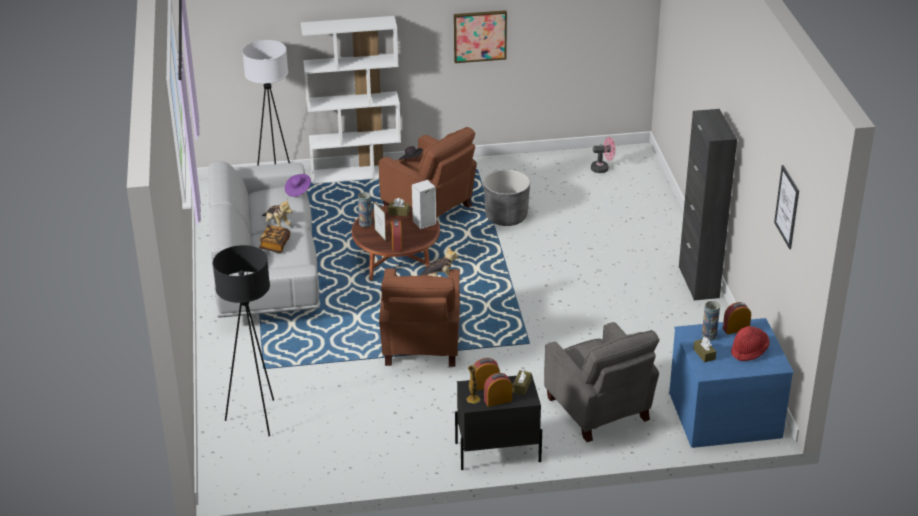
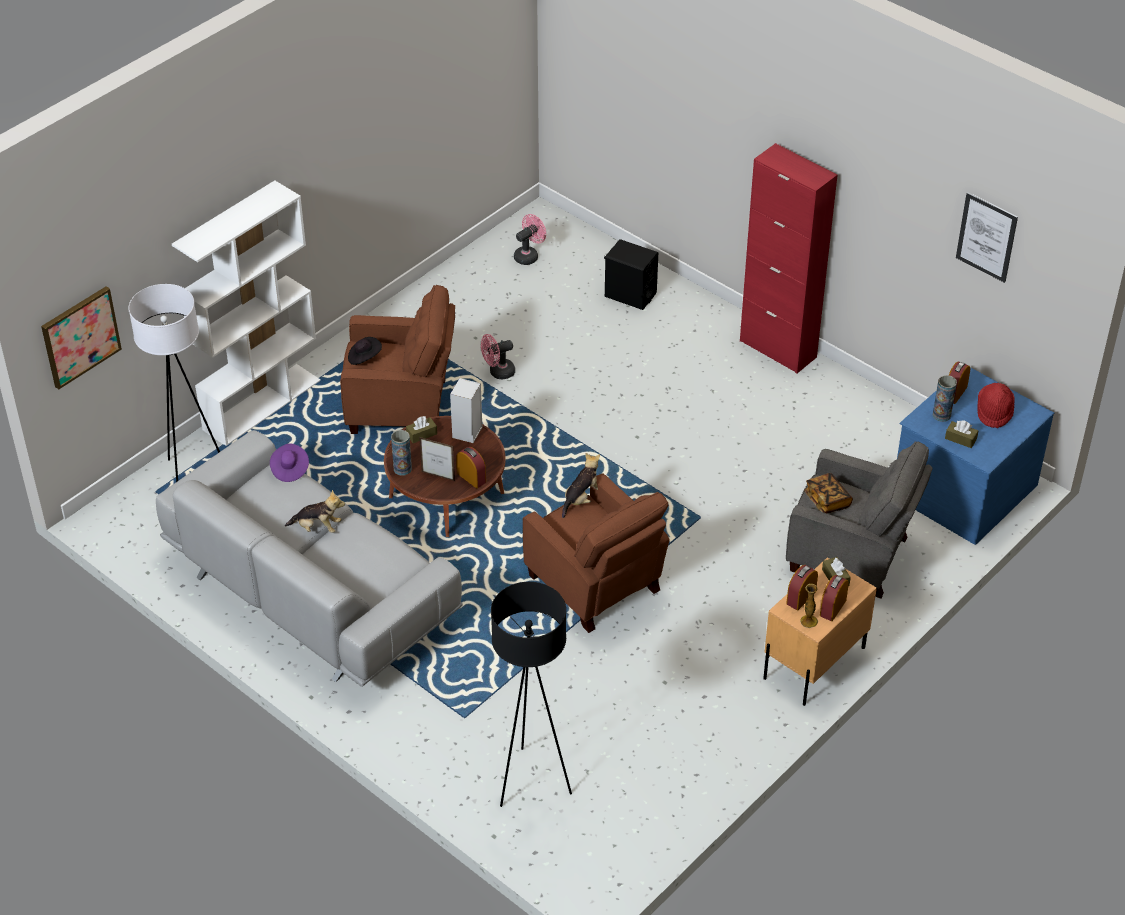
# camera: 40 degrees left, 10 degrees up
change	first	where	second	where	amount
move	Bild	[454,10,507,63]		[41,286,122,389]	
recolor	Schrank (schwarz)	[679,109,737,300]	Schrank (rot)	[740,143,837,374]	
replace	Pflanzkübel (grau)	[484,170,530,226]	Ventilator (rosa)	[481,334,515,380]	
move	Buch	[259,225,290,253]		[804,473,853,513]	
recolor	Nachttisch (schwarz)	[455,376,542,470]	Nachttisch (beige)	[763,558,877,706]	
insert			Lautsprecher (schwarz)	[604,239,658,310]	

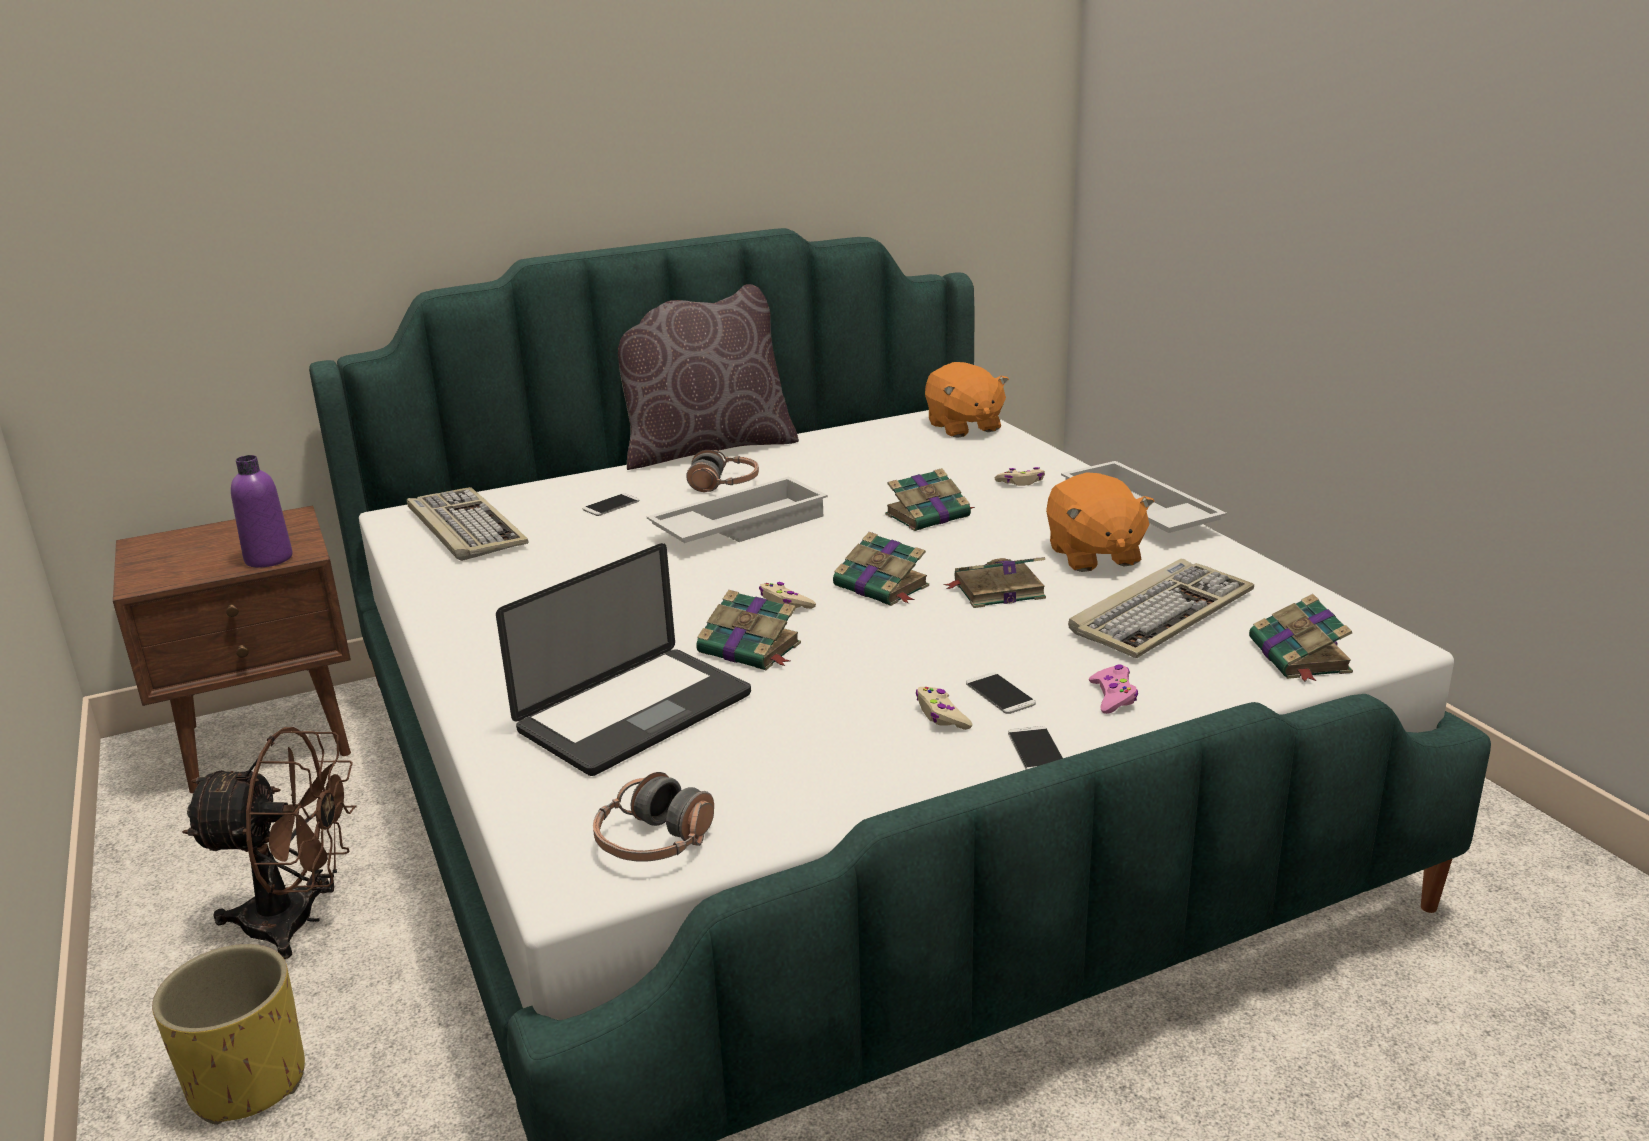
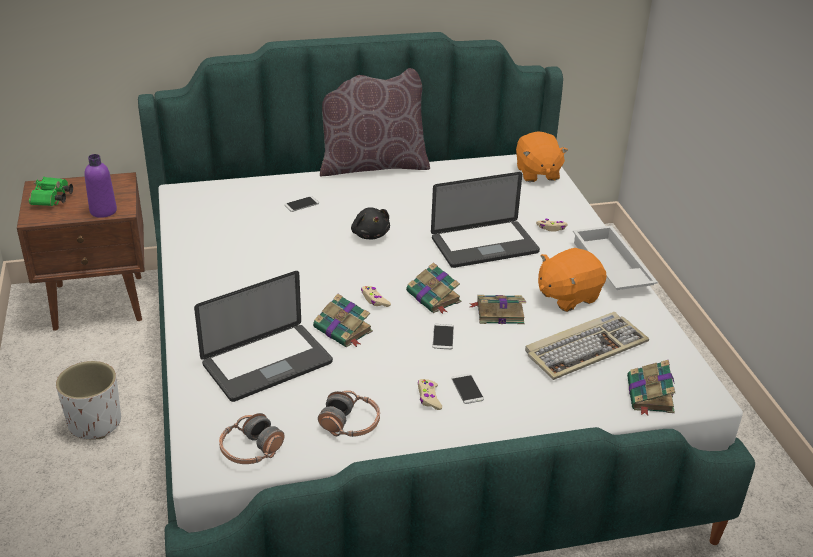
# camera: 10 degrees right, 10 degrees up
change	first	where	second	where	amount
move	Kopfhörer	[686,450,759,492]		[318,390,380,437]	
replace	Buch	[885,468,975,531]	Laptop	[431,172,540,268]	
rotate	Plüschtier (orange)	[1046,472,1155,572]		[538,248,607,312]	60 degrees clockwise
replace	Tablett (weiß)	[647,476,828,543]	Plüschtier (schwarz)	[351,207,390,239]	
delete	Tastatur	[407,487,529,561]			
delete	Gamepad (rosa)	[1089,664,1138,714]			
move	Handy	[1008,726,1063,770]		[432,324,454,349]	
replace	Ventilator (braun)	[182,727,357,959]	Pflanzkübel (weiß)	[56,361,121,439]	
delete	Pflanzkübel (gelb)	[152,944,305,1125]			
insert			Fernglas (grün)	[29,177,73,206]	

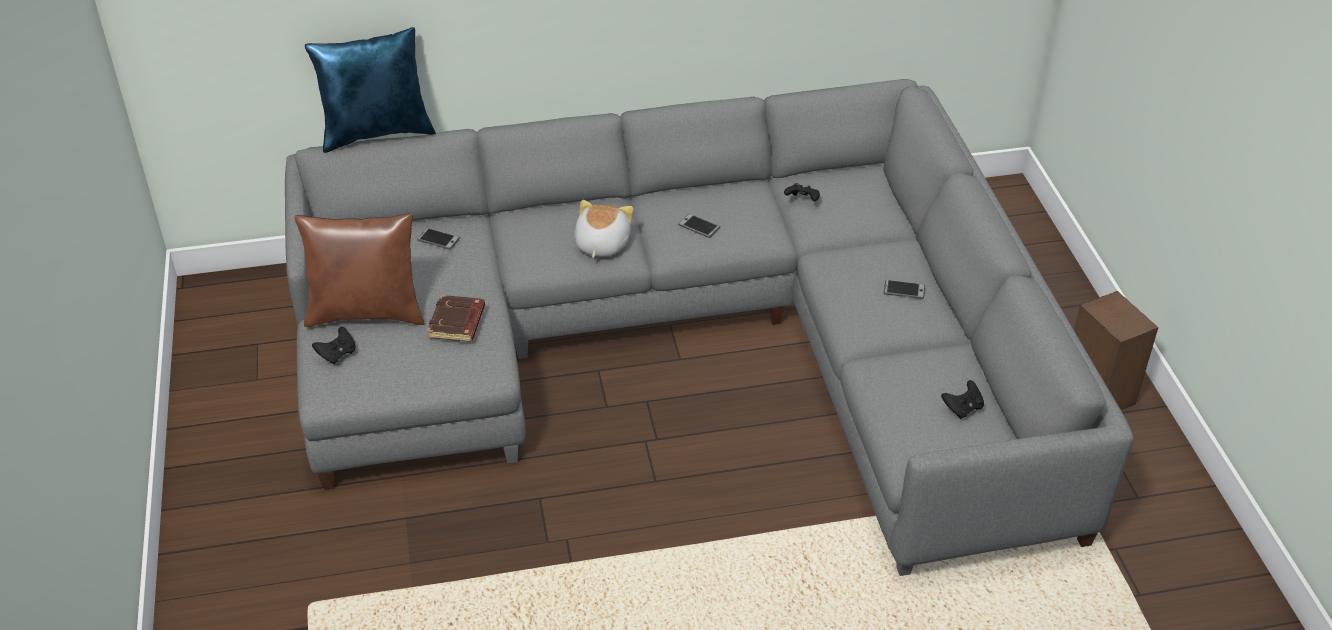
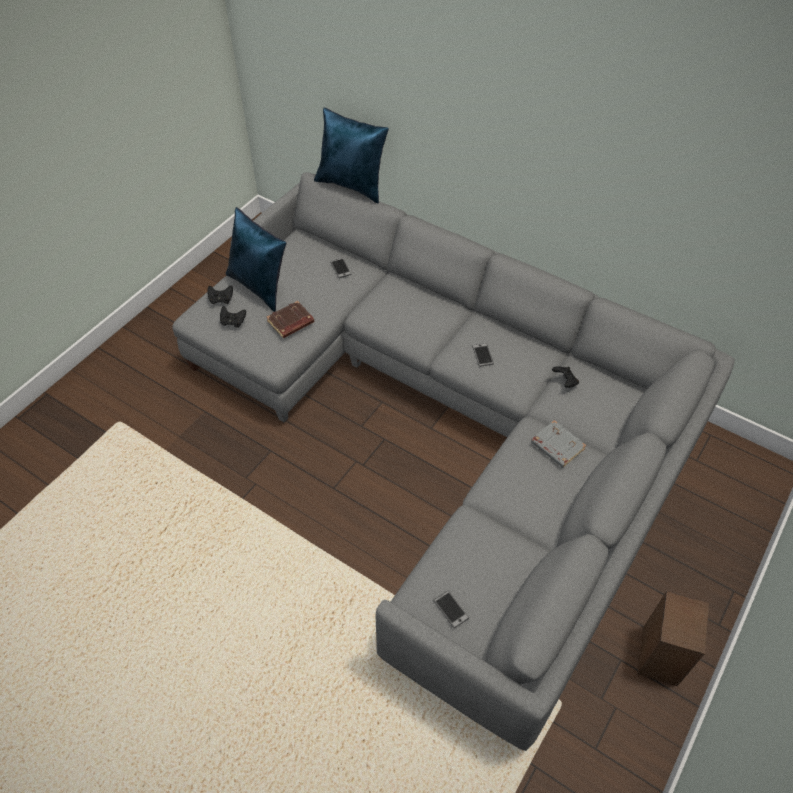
# camera: 45 degrees right, 10 degrees up
change	first	where	second	where	amount
delete	Plüschtier	[574,200,633,258]			
recolor	Kissen (braun)	[295,213,425,327]	Kissen (blau)	[226,207,286,312]	
move	Handy	[884,280,925,299]		[433,591,469,628]	
move	Gamepad (schwarz)	[941,380,984,419]		[220,306,246,328]	
insert			Buch (grau)	[531,420,586,468]	

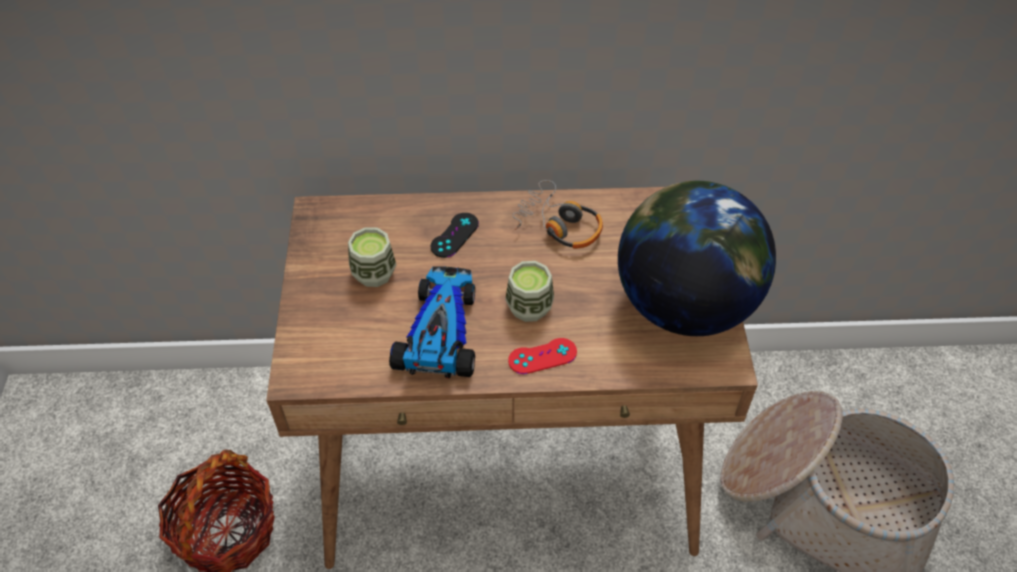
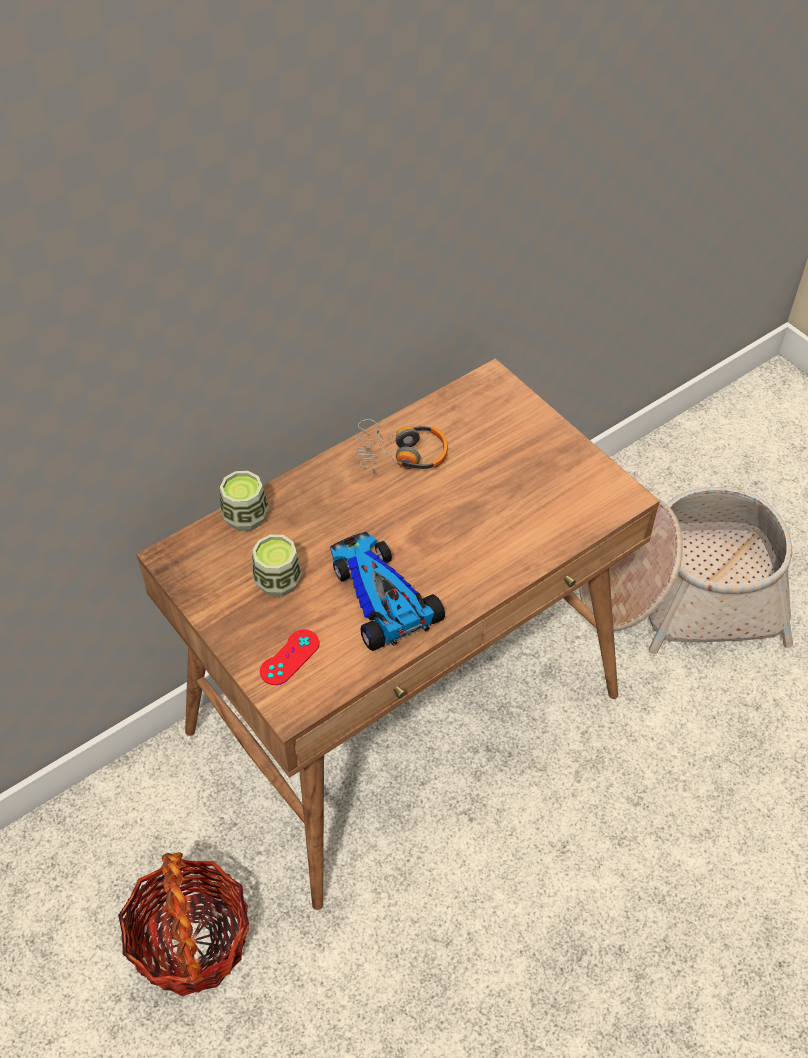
# camera: 35 degrees left, 0 degrees up
change	first	where	second	where	amount
delete	Globus	[618,181,776,336]			
delete	Gamepad (schwarz)	[431,213,479,258]			
move	Tasse	[505,261,554,322]		[220,471,269,531]	
move	Gamepad (rot)	[508,338,577,374]		[260,629,319,685]	

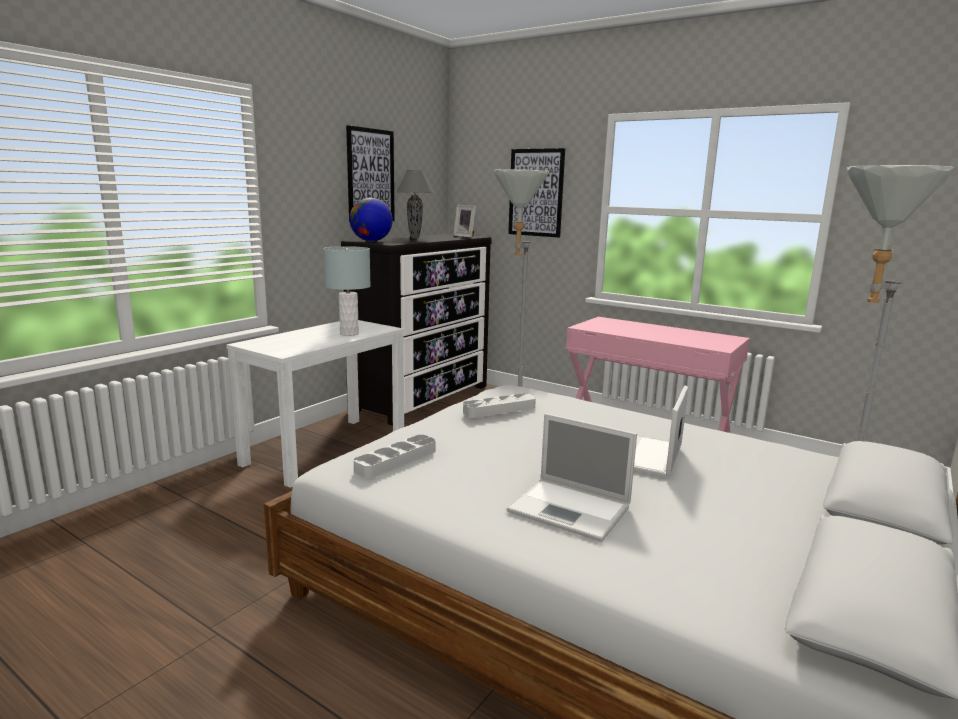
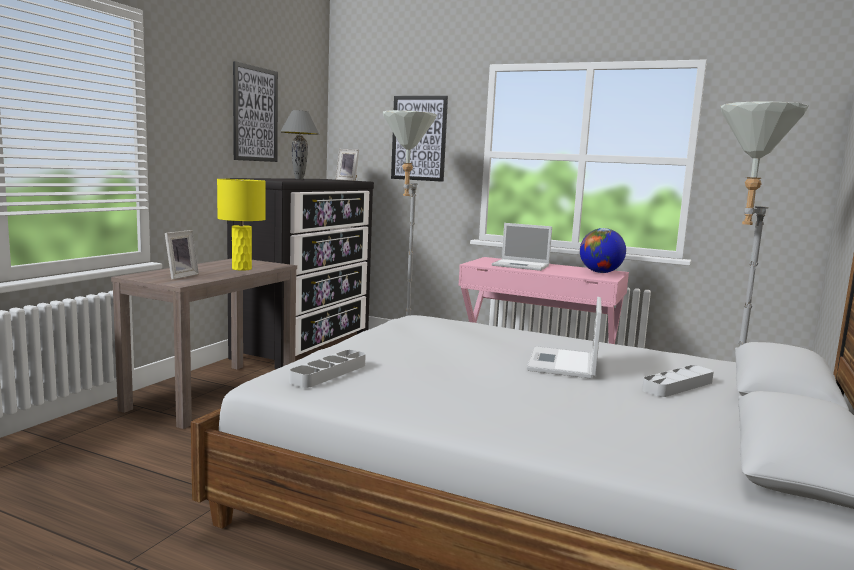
# camera: 10 degrees left, 5 degrees down
change	first	where	second	where	amount
move	Globus	[349,198,393,241]		[580,228,626,273]	
recolor	Tischlampe (grau)	[323,246,370,336]	Tischlampe (gelb)	[217,179,266,271]	
recolor	Konsolentisch (weiß)	[226,320,404,488]	Konsolentisch (braun)	[111,259,297,429]	
move	Tablett (grau)	[463,393,536,418]		[642,365,714,397]	
move	Laptop	[507,413,637,542]		[492,223,552,271]	
insert			Bilderrahmen	[165,230,199,280]	

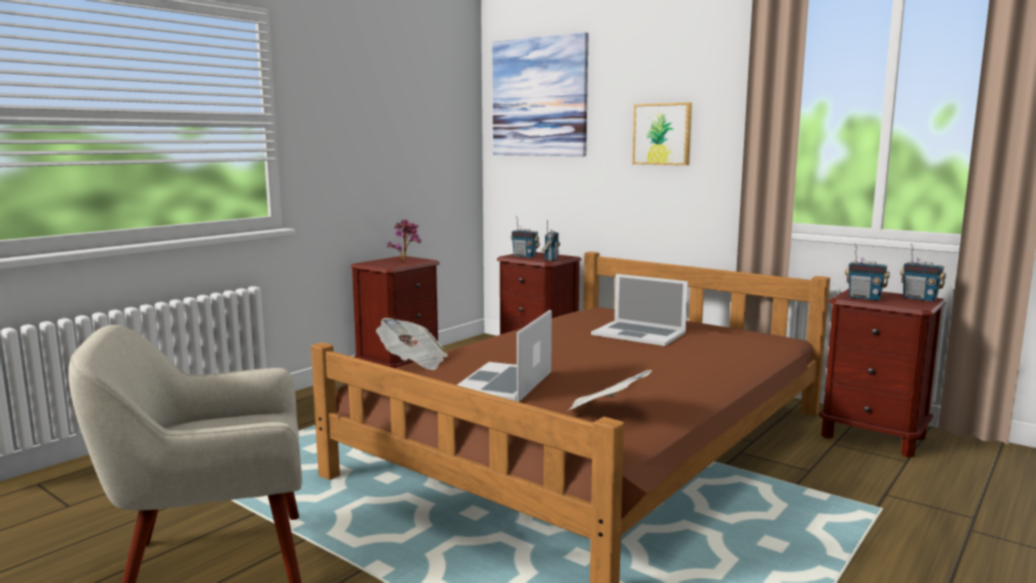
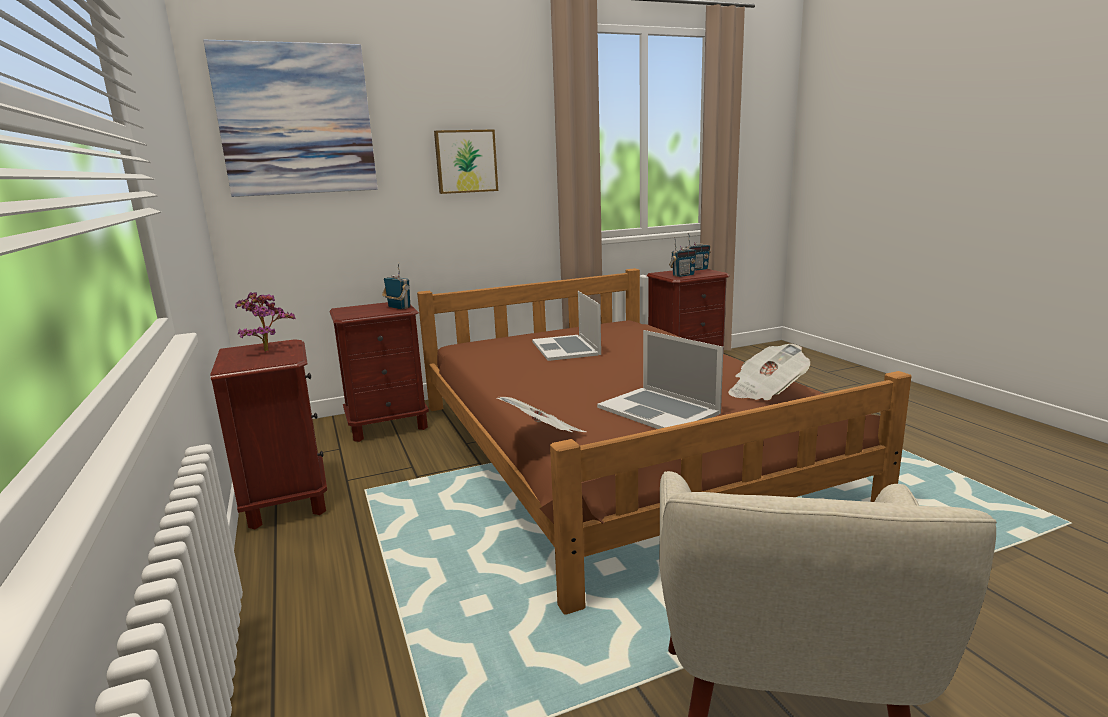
# camera: 60 degrees left, 5 degrees up
change	first	where	second	where	amount
delete	Radio	[510,216,540,258]			
rotate	Laptop	[591,274,688,346]		[532,291,601,361]	105 degrees clockwise

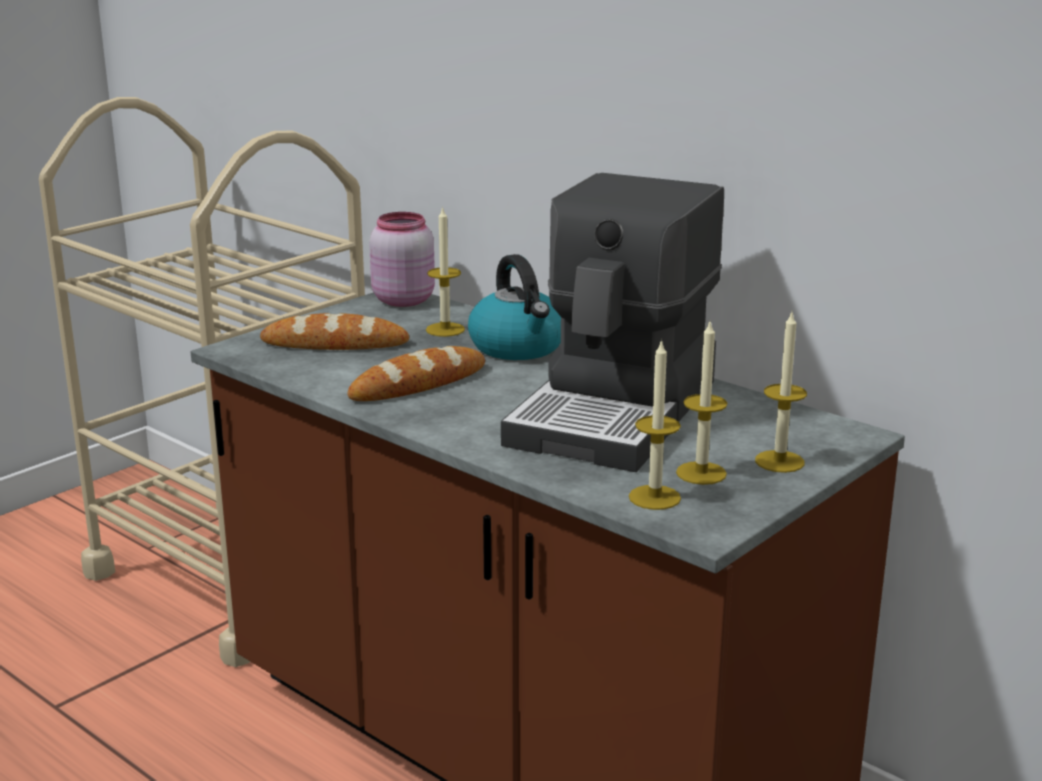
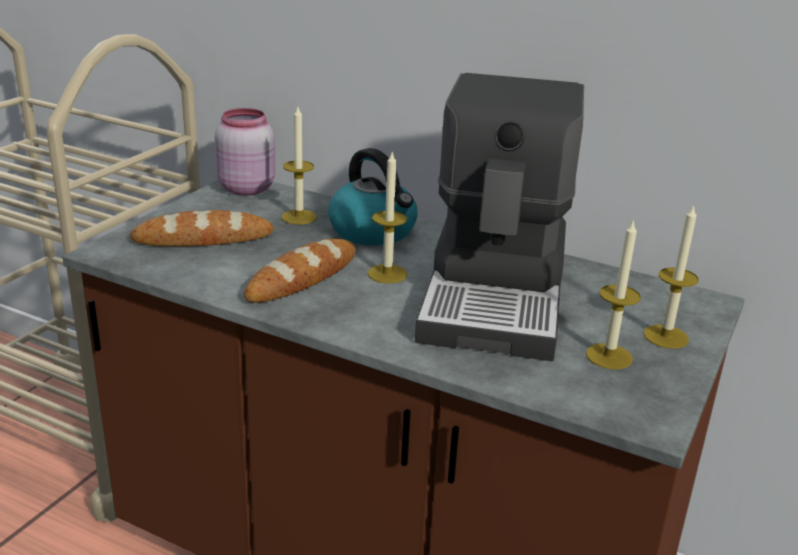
# camera: 15 degrees left, 5 degrees up
change	first	where	second	where	amount
move	Kerze	[629,339,681,510]		[368,150,407,284]	

